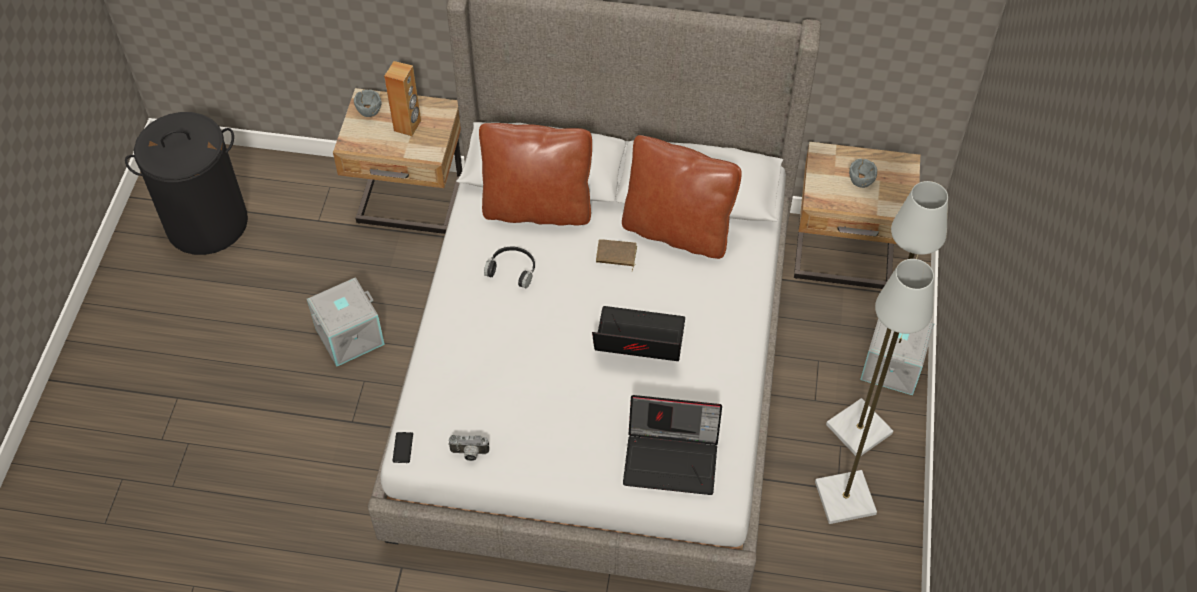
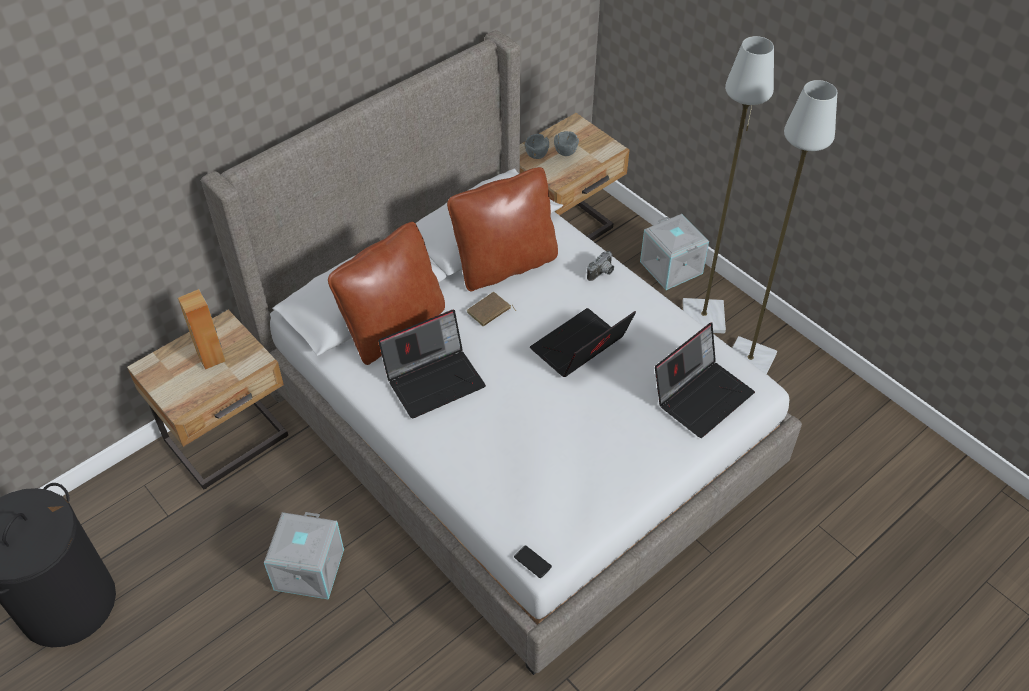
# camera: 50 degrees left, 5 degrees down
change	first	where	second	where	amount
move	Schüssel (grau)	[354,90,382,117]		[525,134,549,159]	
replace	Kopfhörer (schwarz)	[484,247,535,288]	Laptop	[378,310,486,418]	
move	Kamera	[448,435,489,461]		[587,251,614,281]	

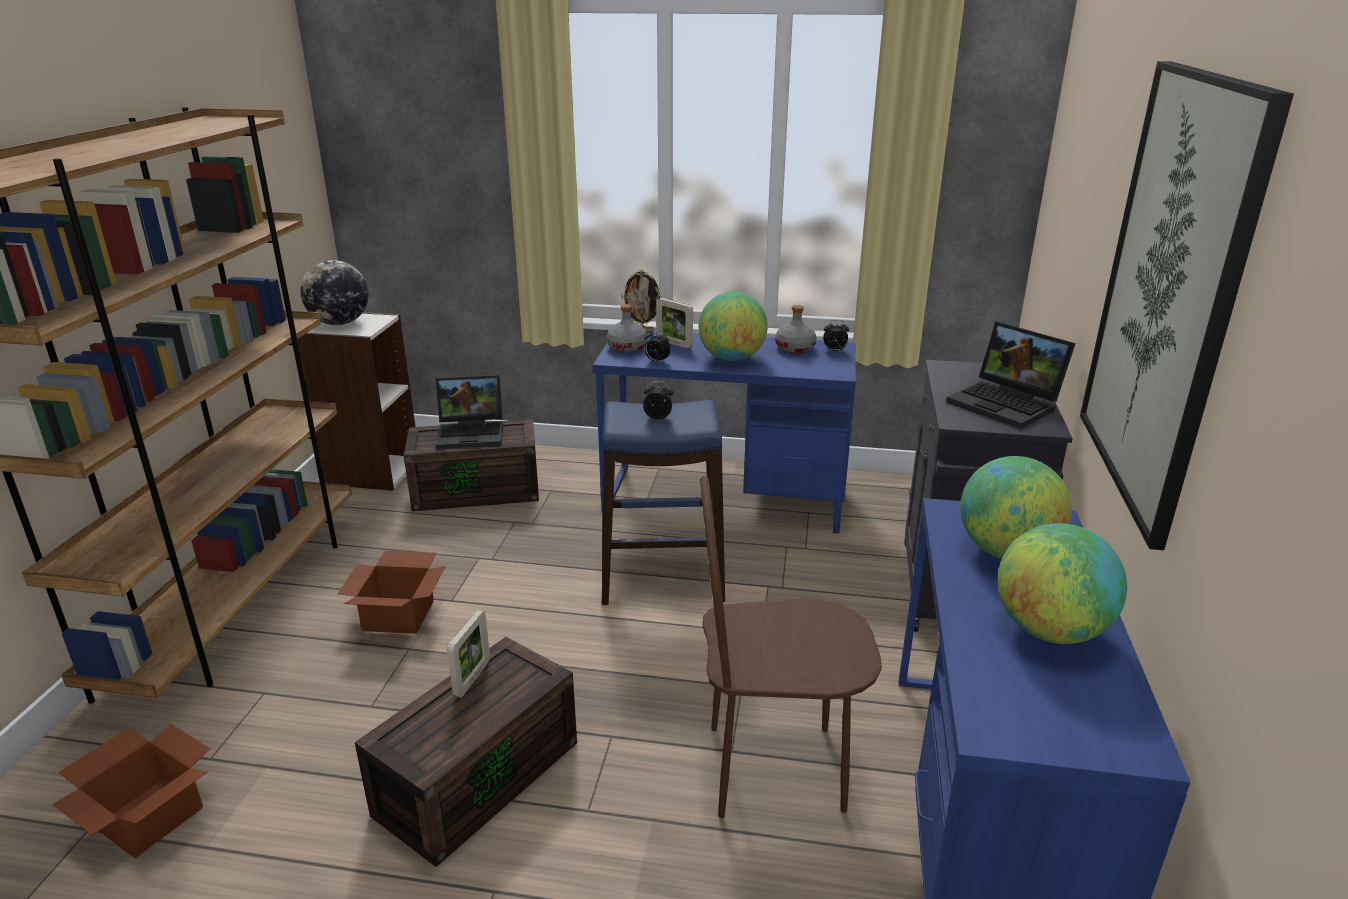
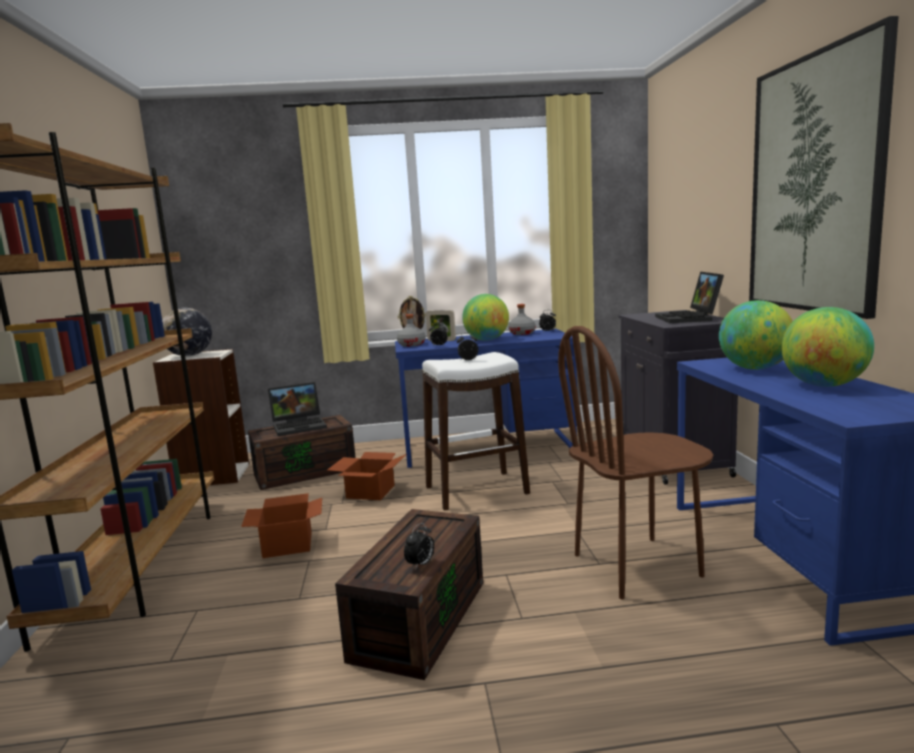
# camera: 15 degrees left, 15 degrees down
change	first	where	second	where	amount
rotate	Laptop	[946,322,1076,429]		[655,272,724,323]	60 degrees clockwise
recolor	Hocker (blau)	[602,400,725,605]	Hocker (weiß)	[422,352,530,511]	
delete	Bilderrahmen	[447,610,490,698]			
move	Karton	[52,724,210,858]		[327,452,407,500]	
insert			Wecker	[404,523,434,569]	

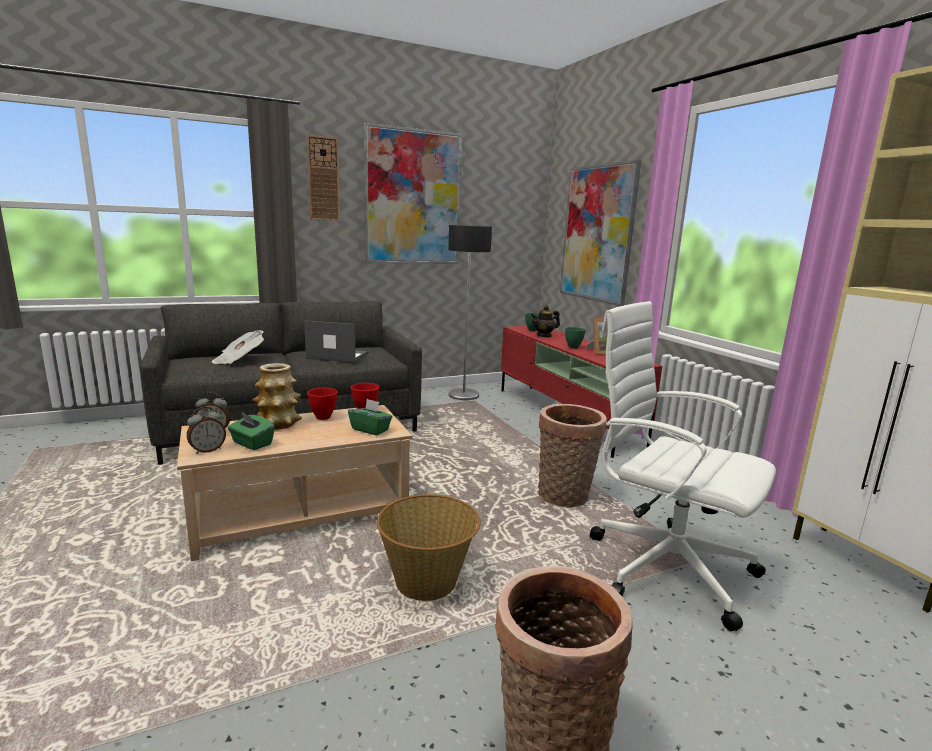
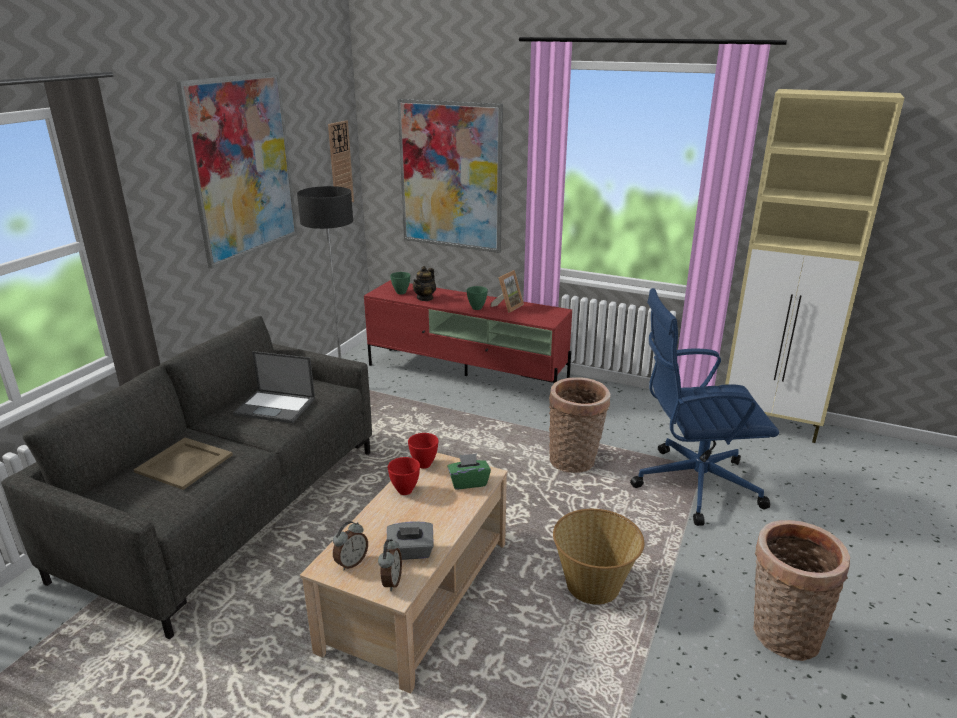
# camera: 40 degrees left, 10 degrees up
change	first	where	second	where	amount
move	Wanduhr	[307,135,340,221]		[328,121,354,202]	
recolor	Bürostuhl (weiß)	[590,301,776,632]	Bürostuhl (blau)	[630,288,779,526]	
rotate	Laptop	[304,320,369,362]		[233,351,315,423]	135 degrees counterclockwise
replace	Zeitung	[212,330,264,364]	Tablett (beige)	[134,438,233,490]	
delete	Vase	[252,363,302,430]			
recolor	Taschentuchbox (grün)	[228,412,275,450]	Taschentuchbox (grau)	[387,522,434,560]	

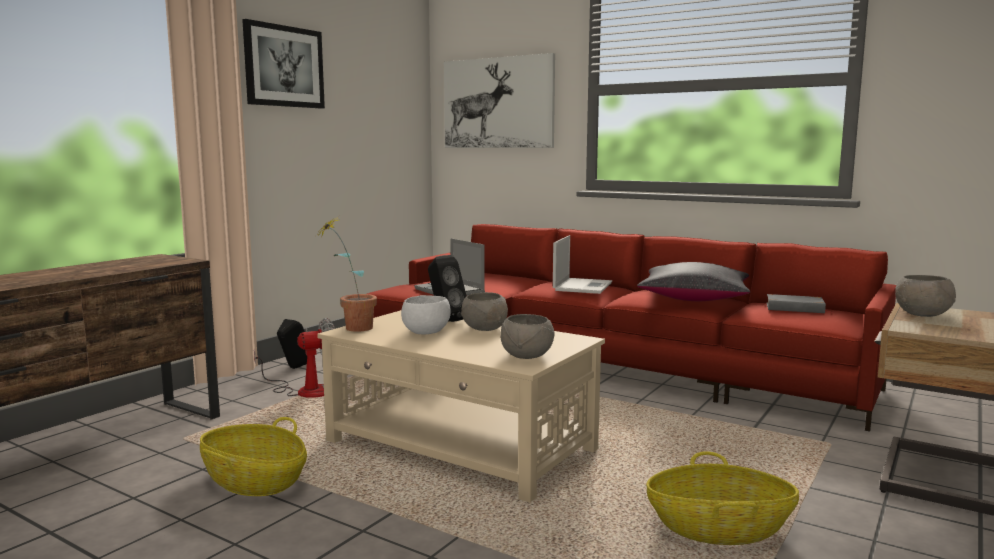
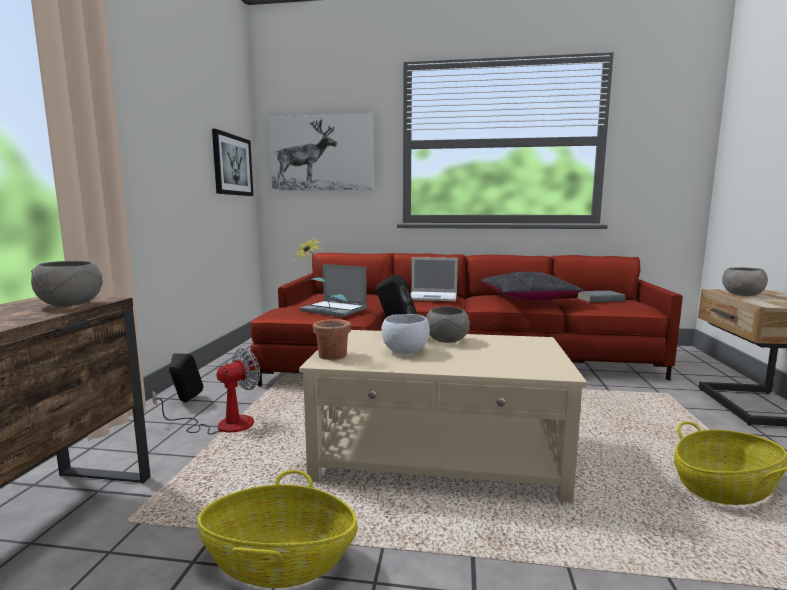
# camera: 25 degrees left, 0 degrees up
change	first	where	second	where	amount
move	Bild	[242,19,325,109]		[212,129,253,196]	
rotate	Laptop	[553,235,612,294]		[410,257,458,301]	105 degrees clockwise
move	Schüssel (grau)	[500,314,555,359]		[31,261,103,306]	

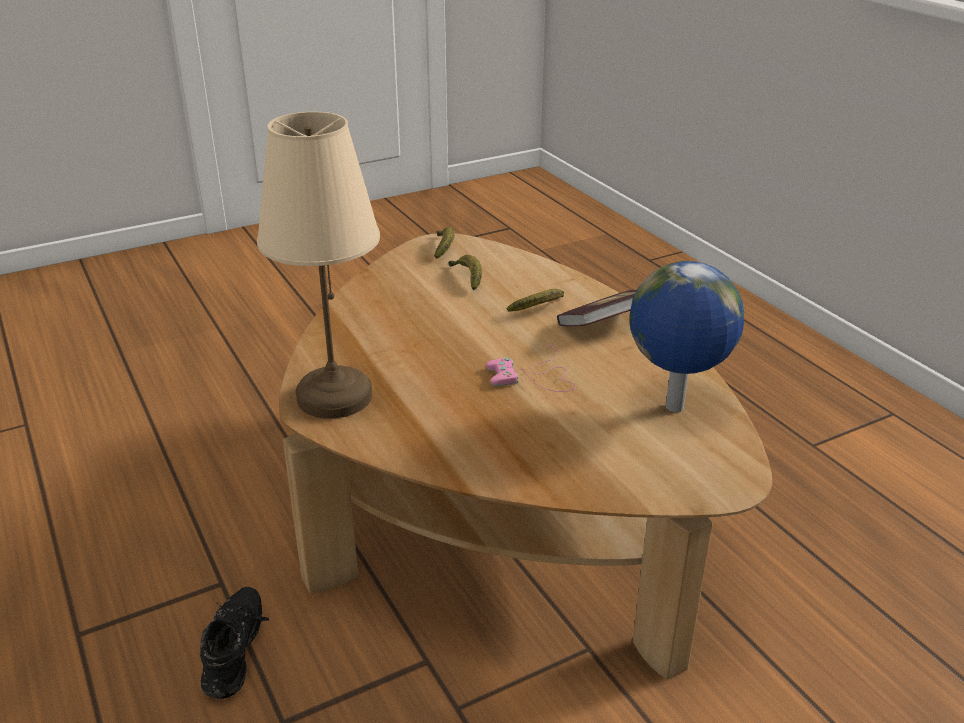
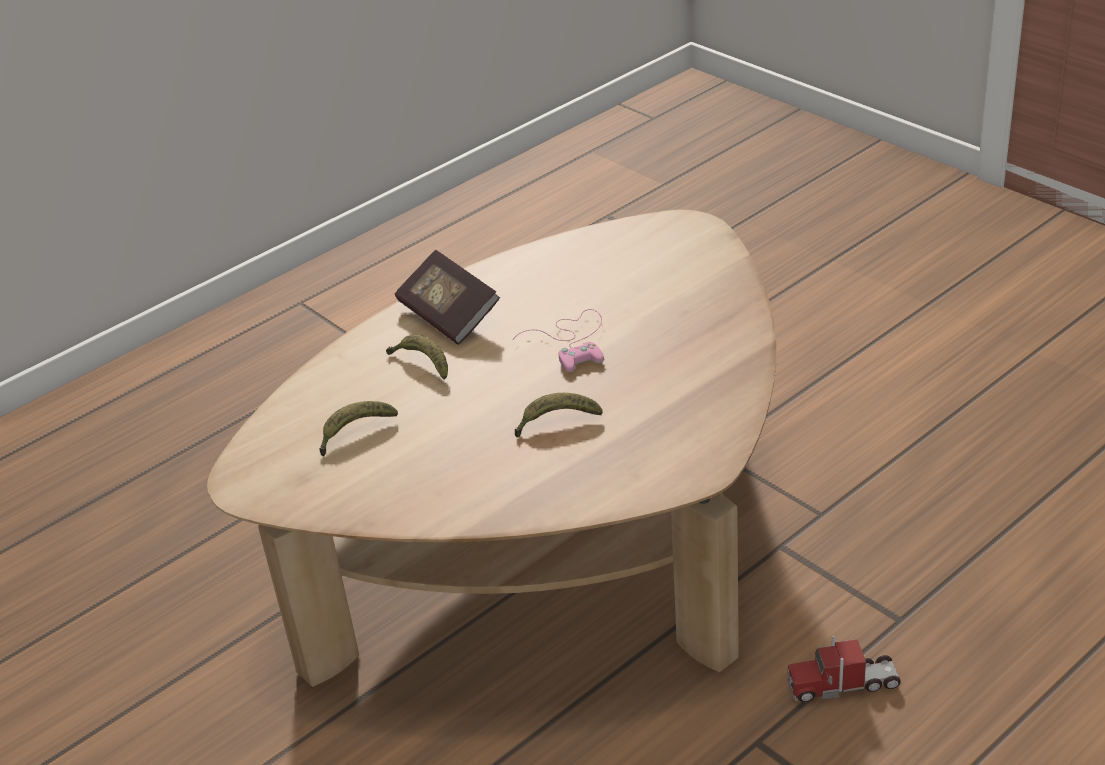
# camera: 100 degrees left, 5 degrees up
change	first	where	second	where	amount
delete	Tischlampe (beige)	[257,112,380,419]			
move	Banane	[434,227,455,259]		[515,393,603,437]	
delete	Globus	[629,261,744,412]			
replace	Schuh (schwarz)	[200,587,269,699]	Spielzeuglaster	[787,635,901,702]	

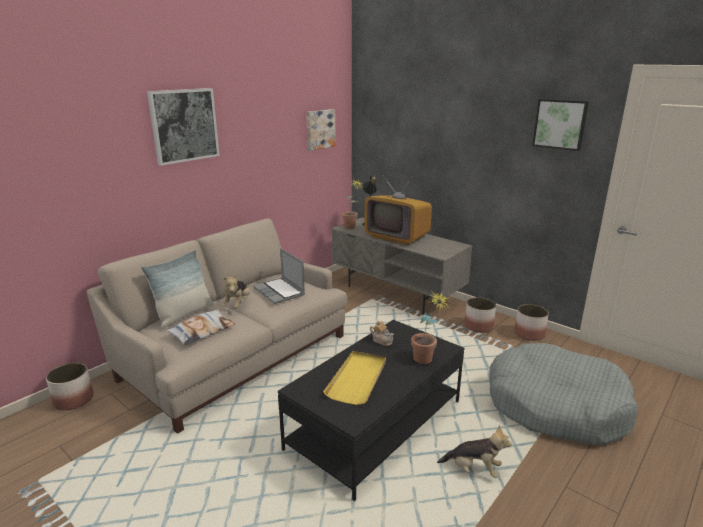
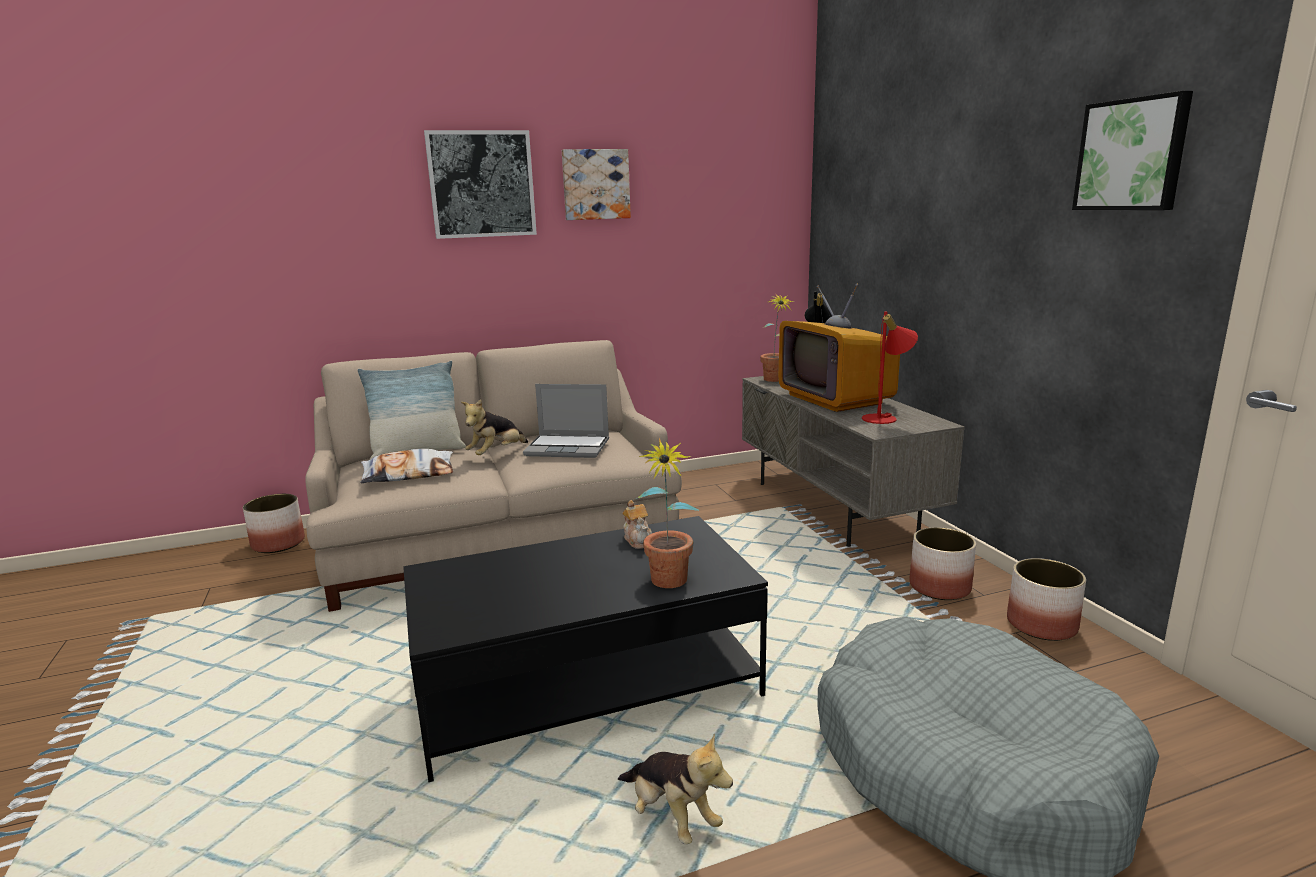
# camera: 30 degrees right, 5 degrees down
change	first	where	second	where	amount
move	Bild	[306,109,336,151]		[562,149,631,220]	
rotate	Laptop	[253,248,305,304]		[523,384,609,458]	75 degrees counterclockwise
delete	Tablett (gelb)	[323,351,386,405]			
insert			Tischlampe (rot)	[862,312,918,424]	

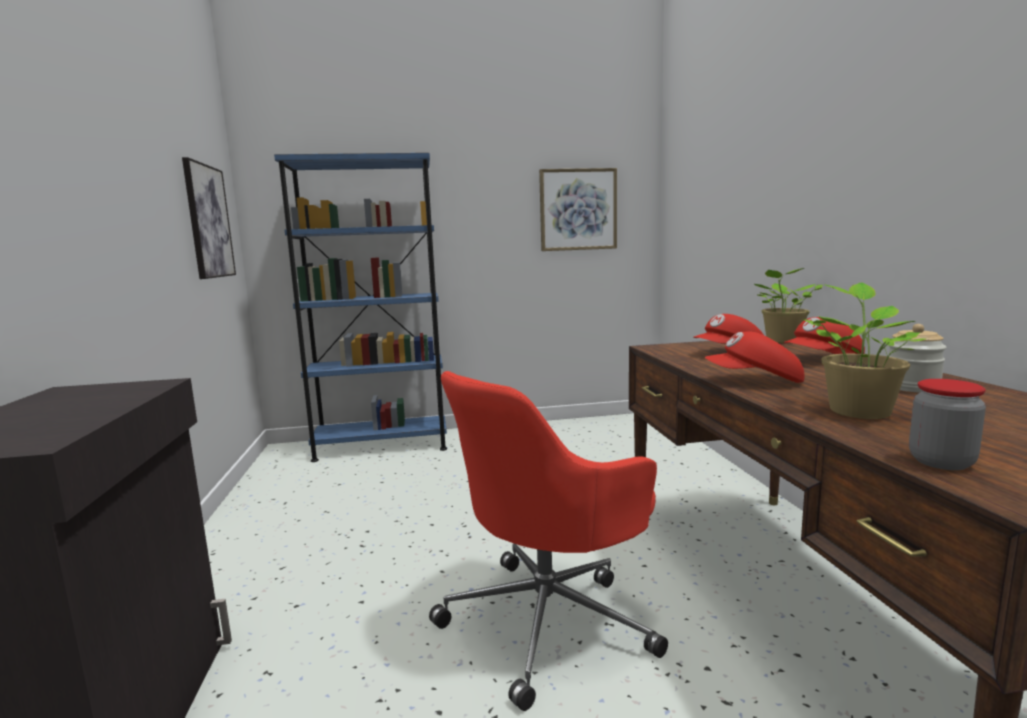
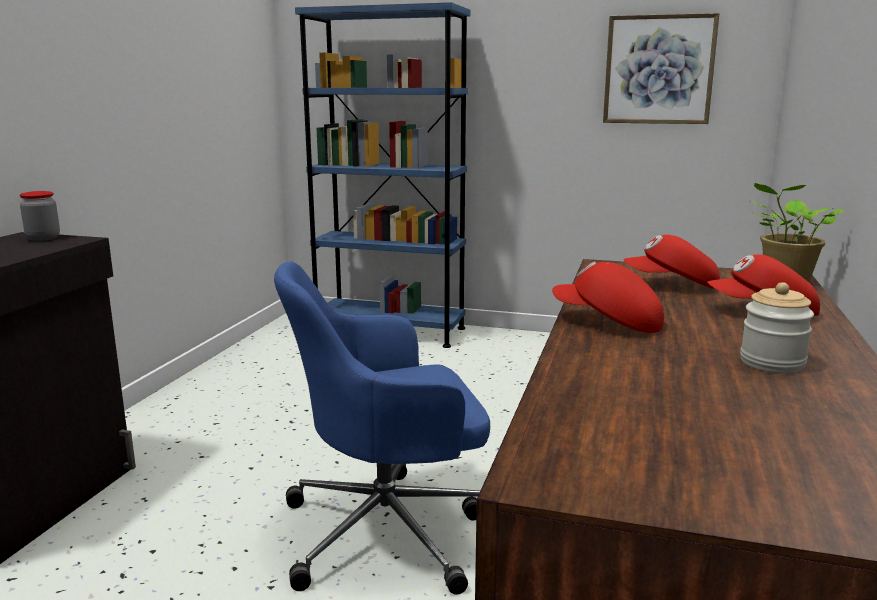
# camera: 25 degrees right, 5 degrees up
change	first	where	second	where	amount
delete	Bild	[182,157,236,279]			
delete	Topfpflanze	[803,282,926,419]			
recolor	Bürostuhl (rot)	[429,371,668,711]	Bürostuhl (blau)	[274,261,490,595]	
move	Vorratsglas	[909,379,986,470]		[20,191,60,241]	

